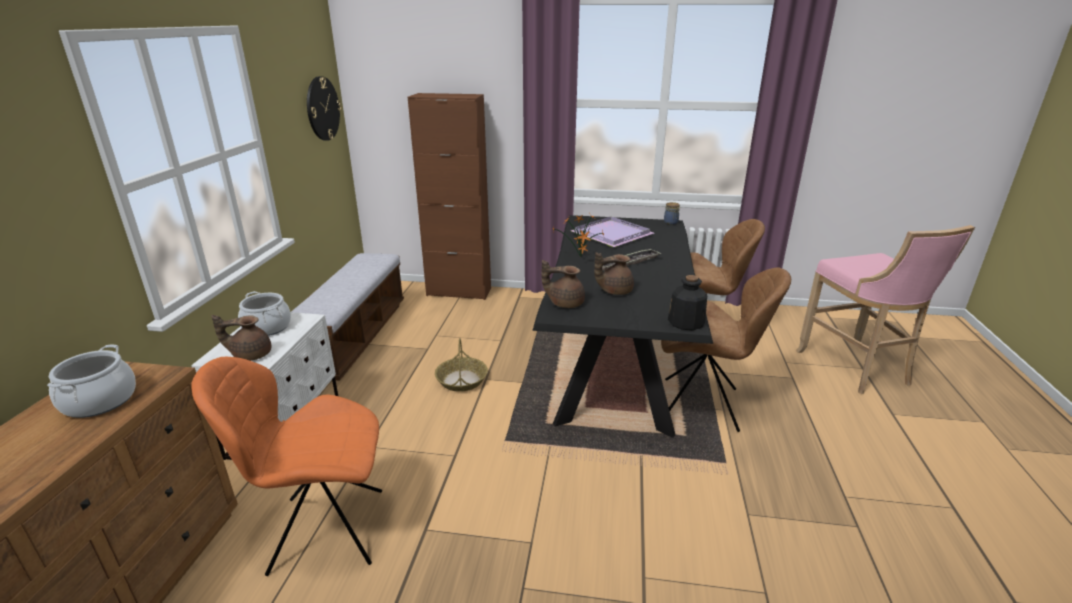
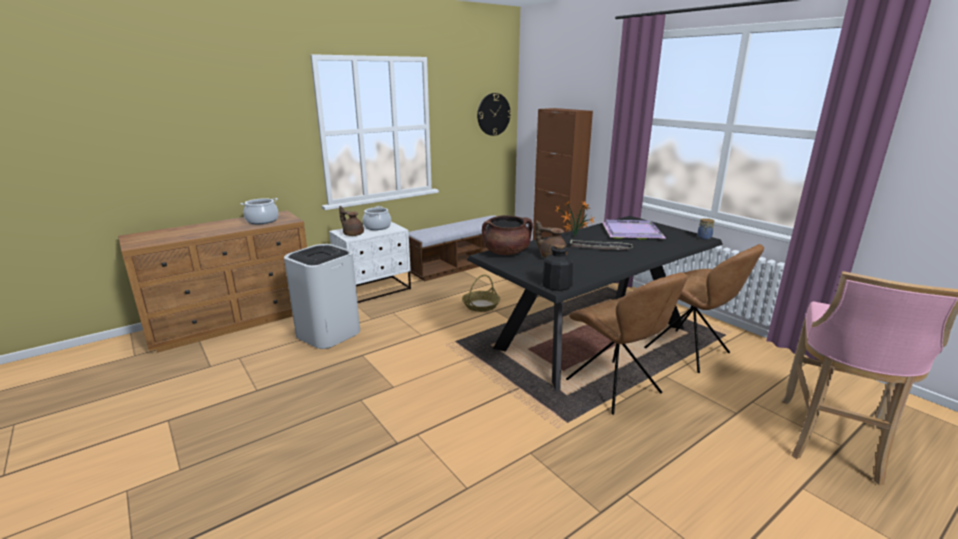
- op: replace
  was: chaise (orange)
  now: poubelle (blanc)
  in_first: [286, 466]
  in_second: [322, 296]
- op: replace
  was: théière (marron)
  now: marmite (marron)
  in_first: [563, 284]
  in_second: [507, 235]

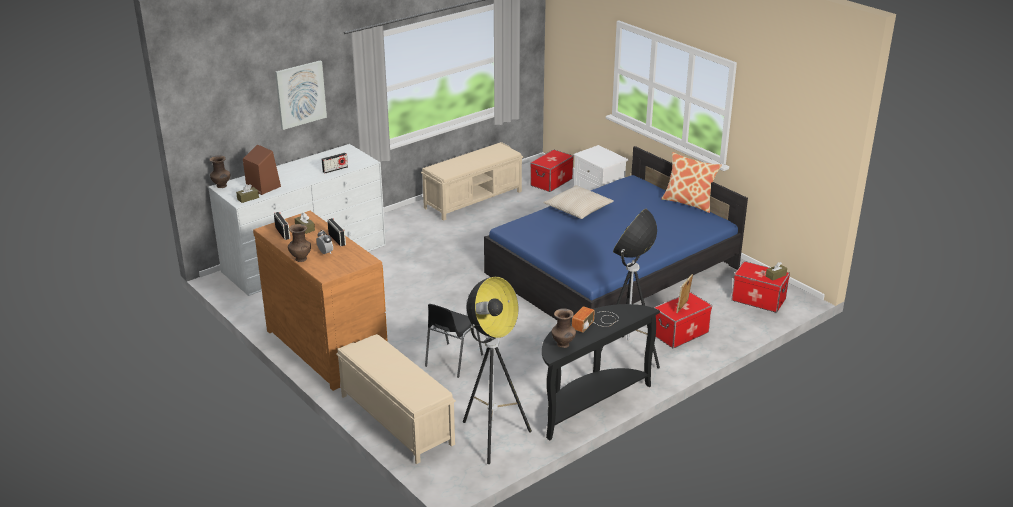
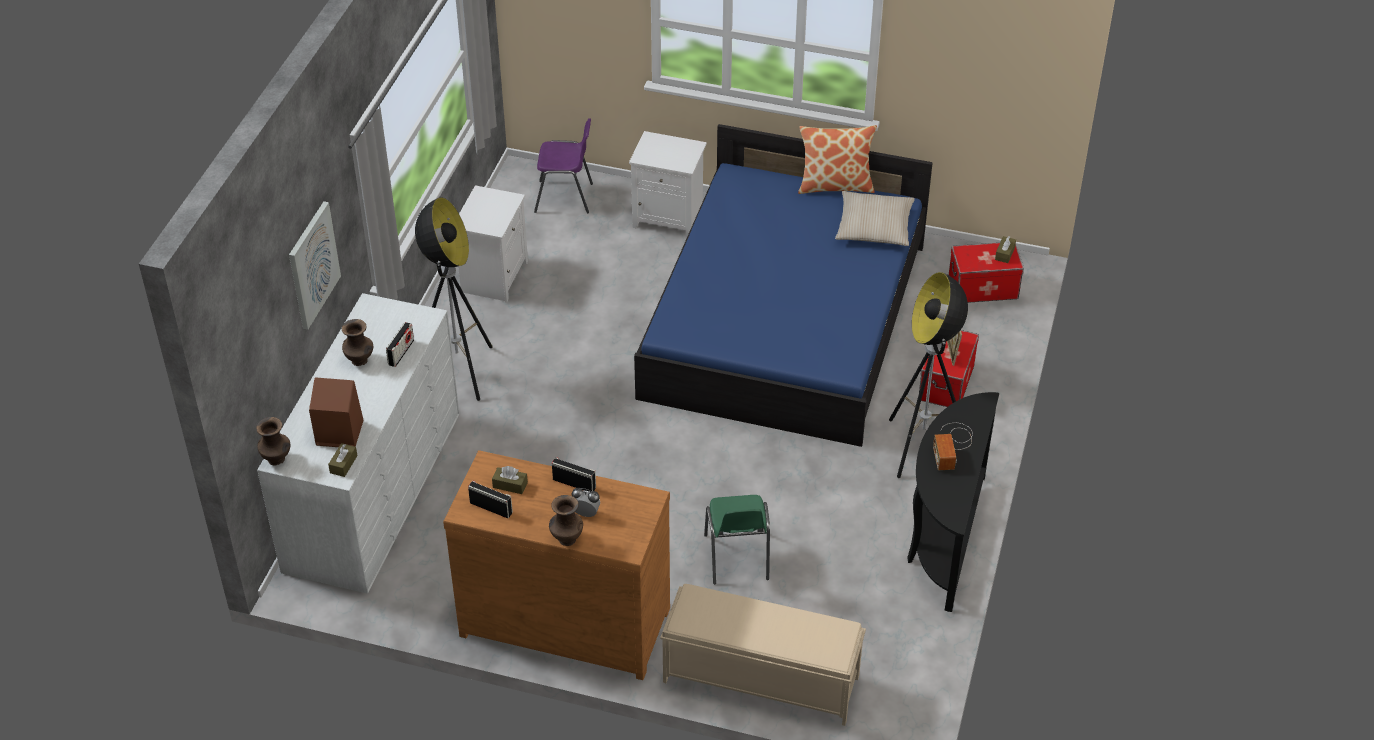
- op: move
  was: vase (marron)
  in_first: [564, 328]
  in_second: [357, 342]
- op: move
  was: lampadaire
  in_first: [497, 370]
  in_second: [454, 299]
- op: replace
  was: banc (beige)
  now: table de chevet (blanc)
  in_first: [472, 181]
  in_second: [493, 244]
- op: replace
  was: boîte de rangement
  now: chaise (violet)
  in_first: [552, 171]
  in_second: [563, 165]
- op: recolor
  was: chaise (noir)
  now: chaise (vert)
  in_first: [454, 341]
  in_second: [737, 539]
- op: move
  was: coussin (beige)
  in_first: [578, 202]
  in_second: [875, 218]

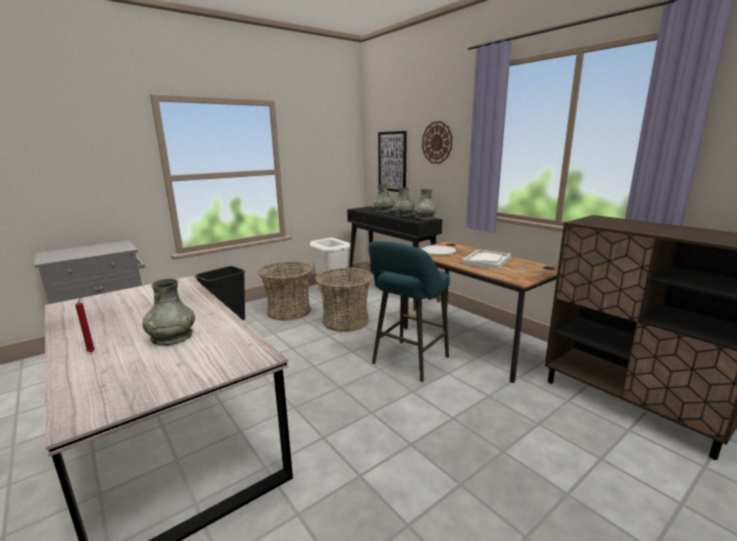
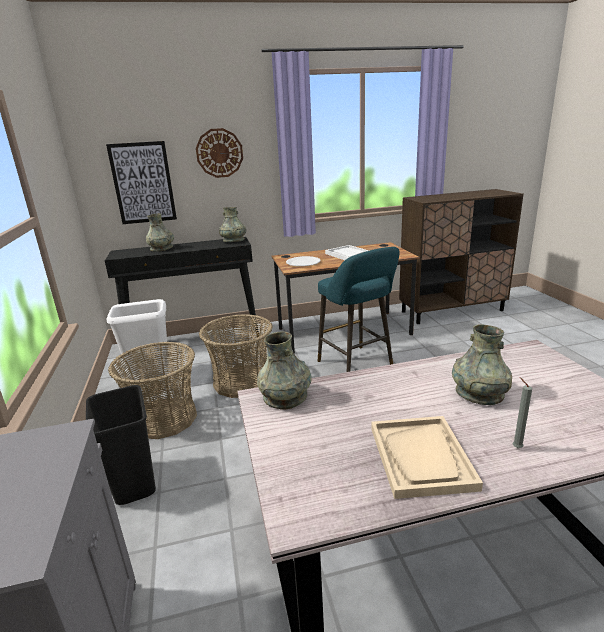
- op: move
  was: vase (gris)
  in_first: [404, 202]
  in_second: [284, 370]
- op: insert
  now: plateau (beige)
  in_second: [427, 457]
- op: recolor
  was: bougie (rouge)
  now: bougie (gris)
  in_first: [85, 324]
  in_second: [522, 412]

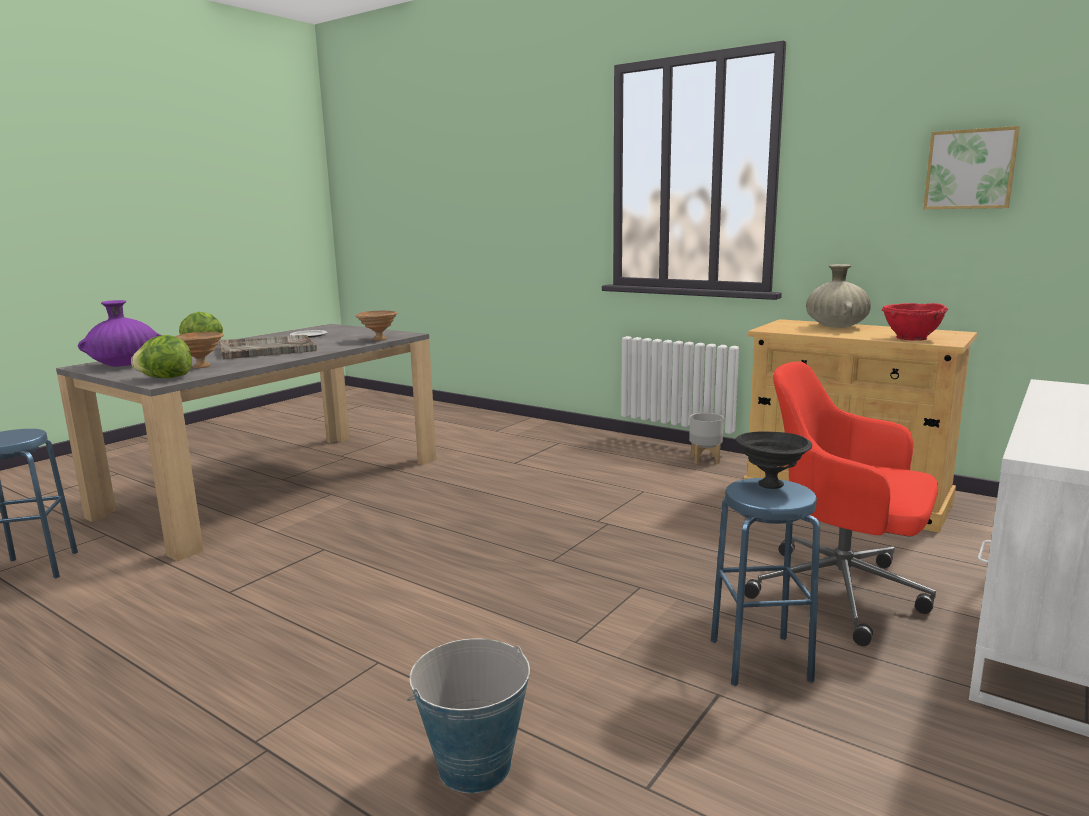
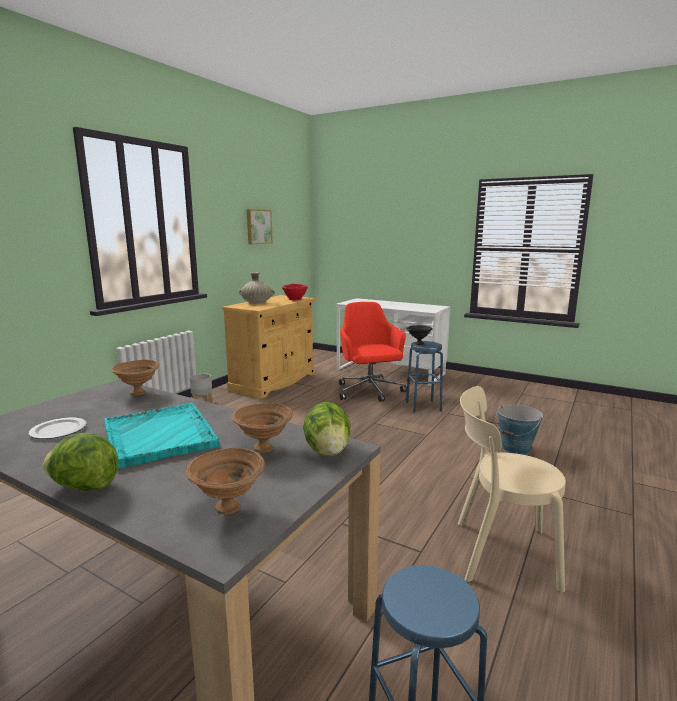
- op: recolor
  was: plateau (gris)
  now: plateau (turquoise)
  in_first: [268, 347]
  in_second: [162, 436]
- op: replace
  was: vase (violet)
  now: bol (marron)
  in_first: [119, 333]
  in_second: [225, 481]
- op: rotate
  was: chaise de bureau (rouge)
  in_first: [841, 504]
  in_second: [373, 352]
  clockwise: 135
- op: insert
  now: chaise (beige)
  in_second: [512, 489]

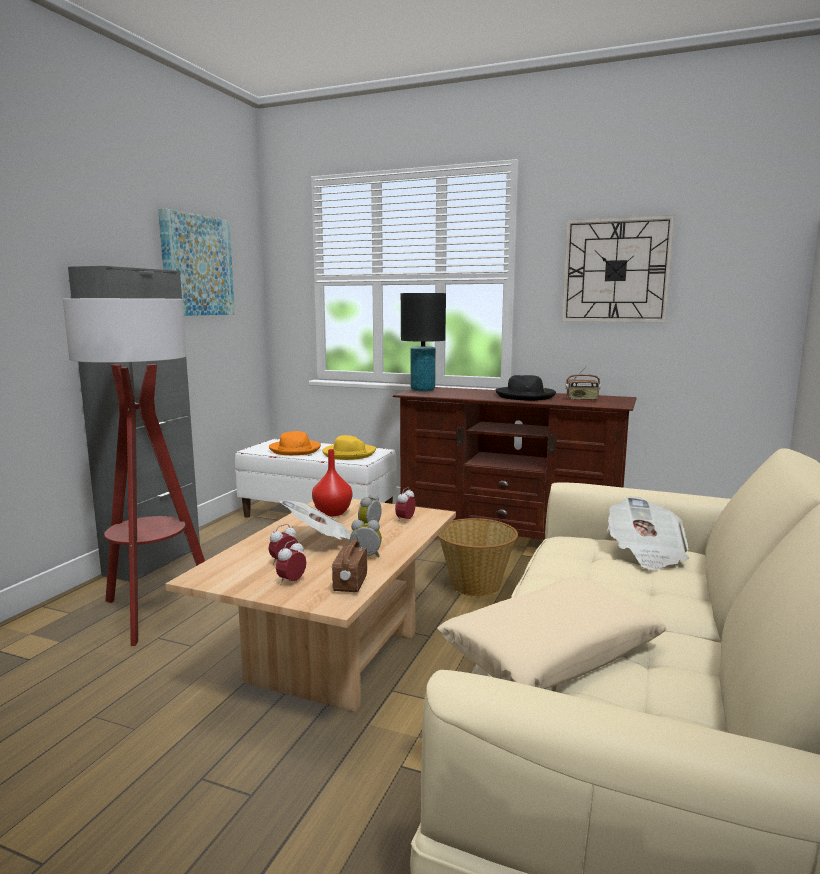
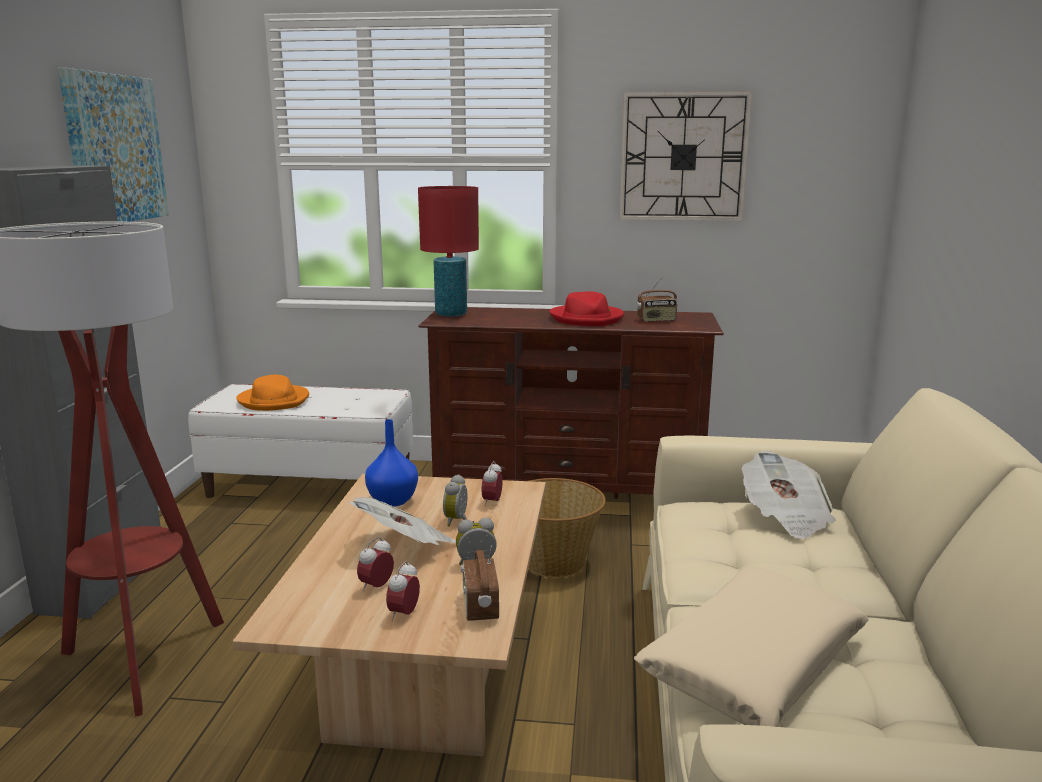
- op: recolor
  was: vase (rouge)
  now: vase (bleu)
  in_first: [332, 482]
  in_second: [391, 463]
- op: recolor
  was: lampe de table (noir)
  now: lampe de table (rouge)
  in_first: [423, 342]
  in_second: [448, 251]
- op: recolor
  was: chapeau (noir)
  now: chapeau (rouge)
  in_first: [525, 388]
  in_second: [586, 308]
- op: delete
  was: chapeau (jaune)
  in_first: [349, 447]

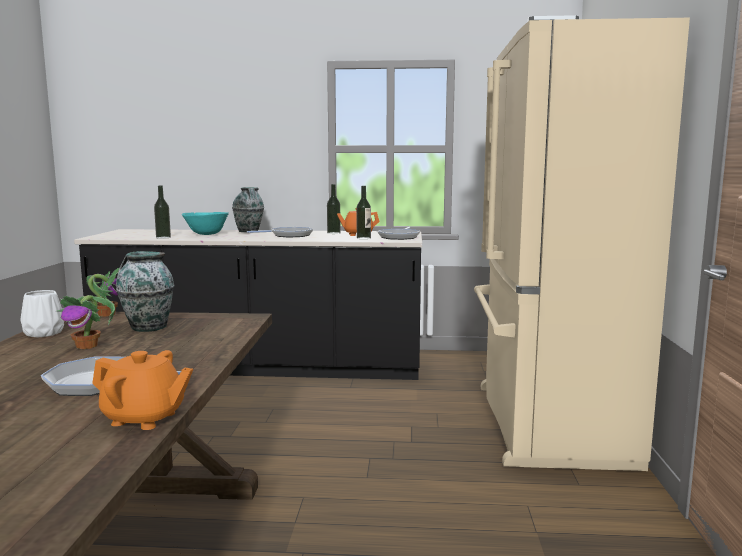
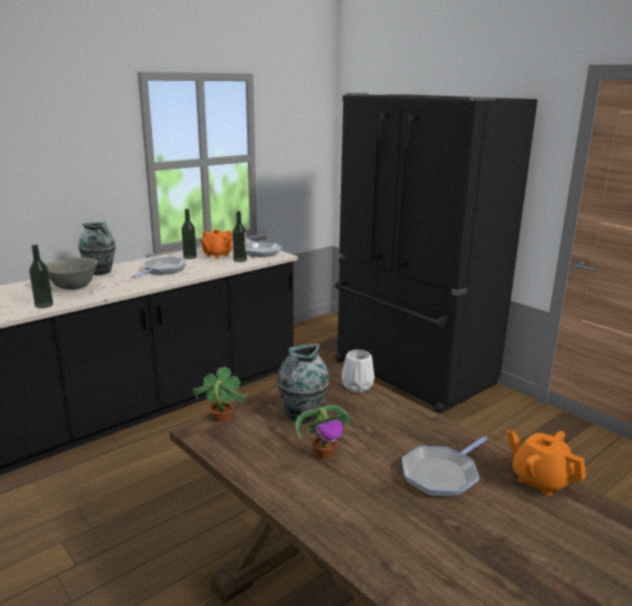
- op: recolor
  was: bol (turquoise)
  now: bol (gris)
  in_first: [205, 223]
  in_second: [71, 273]
- op: recolor
  was: réfrigérateur (beige)
  now: réfrigérateur (noir)
  in_first: [582, 243]
  in_second: [436, 253]
- op: move
  was: vase (blanc)
  in_first: [42, 313]
  in_second: [358, 371]
- op: rotate
  was: théière (orange)
  in_first: [142, 390]
  in_second: [546, 463]
  clockwise: -105

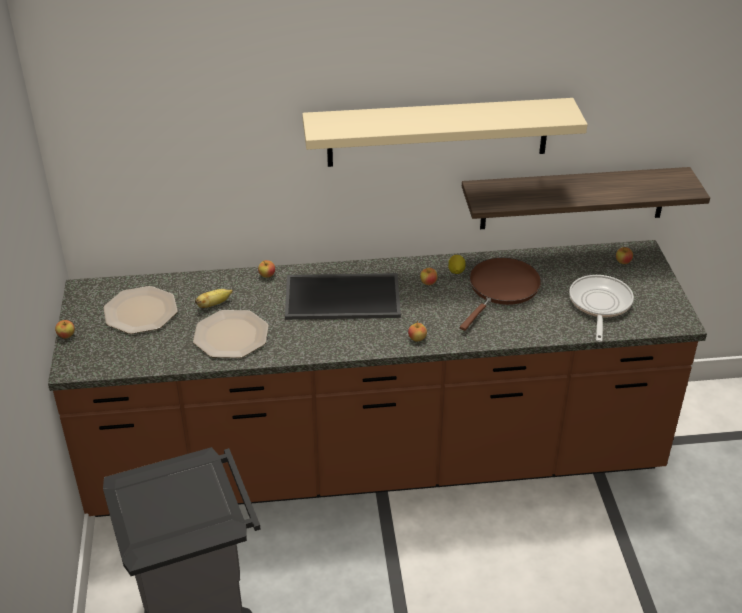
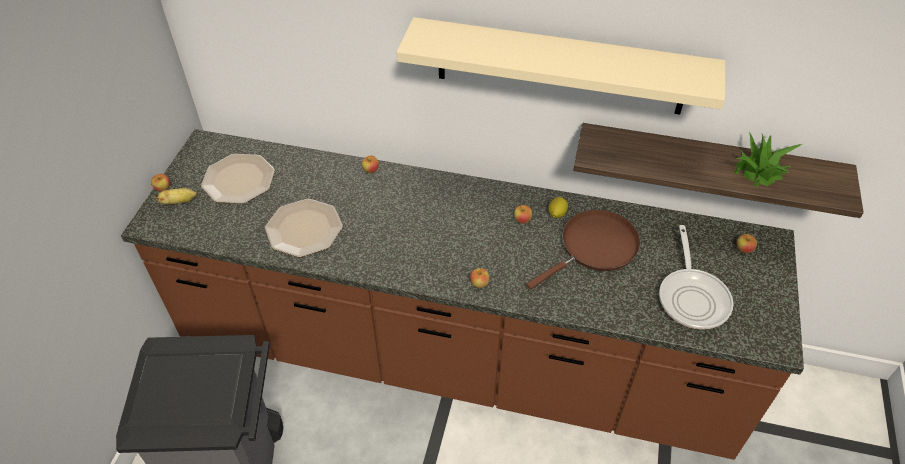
- op: move
  was: banane
  in_first: [214, 298]
  in_second: [175, 196]
- op: rotate
  was: poêle
  in_first: [601, 308]
  in_second: [696, 277]
  clockwise: 150
- op: insert
  now: plante en pot
  in_second: [768, 159]
- op: delete
  was: plateau
  in_first: [343, 296]

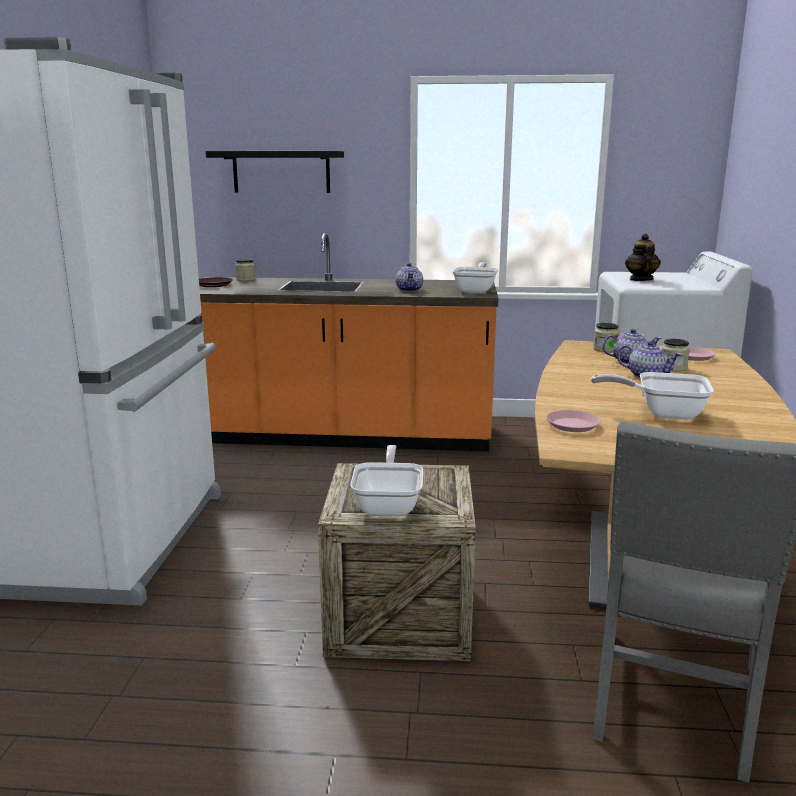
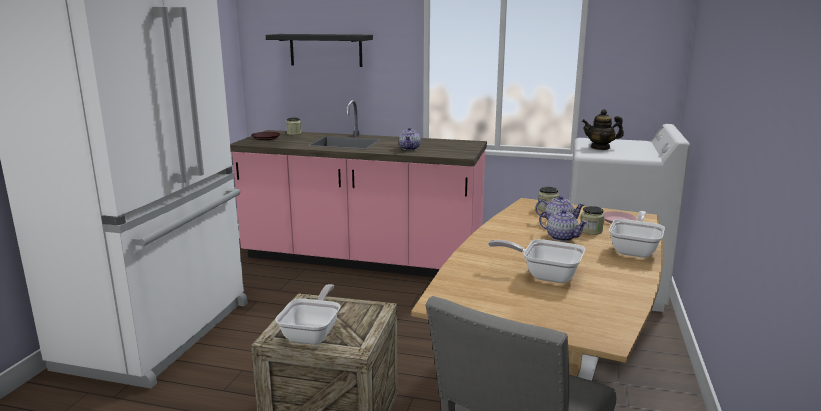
- op: recolor
  was: comptoir de cuisine (orange)
  now: comptoir de cuisine (rose)
  in_first: [348, 342]
  in_second: [358, 188]
- op: rotate
  was: théière
  in_first: [643, 257]
  in_second: [603, 129]
  clockwise: -105
- op: move
  was: poêle
  in_first: [475, 277]
  in_second: [637, 234]
- op: delete
  was: assiette (rose)
  in_first: [573, 421]

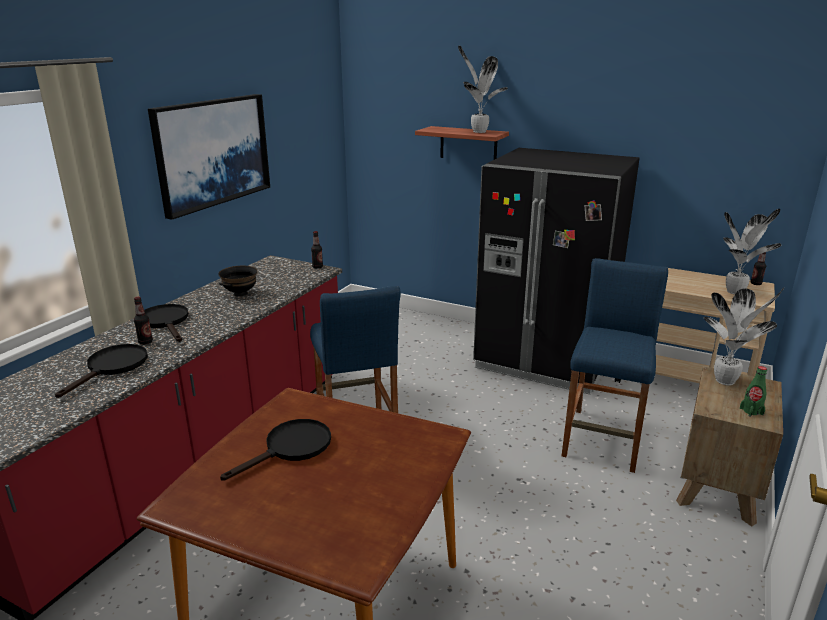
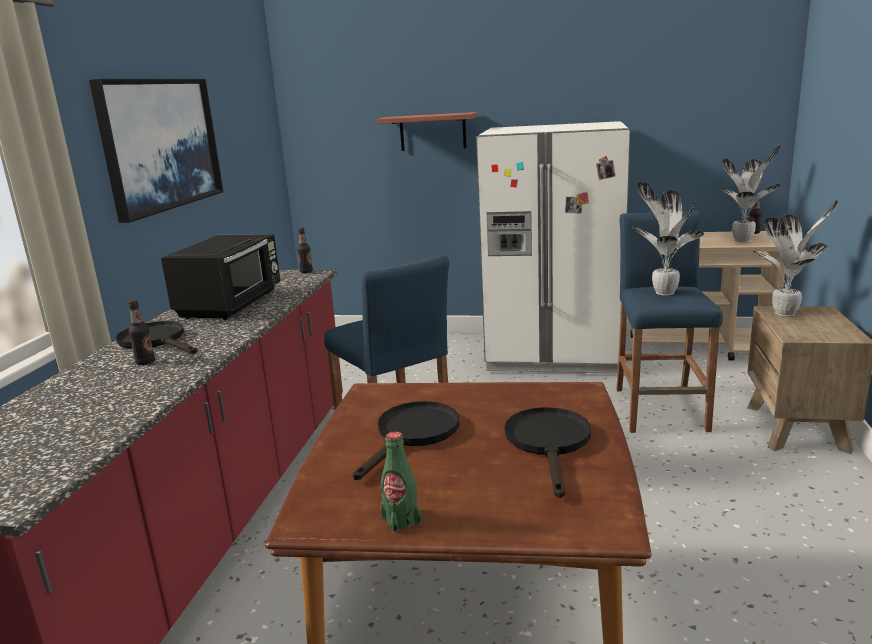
- op: replace
  was: bol (noir)
  now: micro-ondes (noir)
  in_first: [238, 281]
  in_second: [220, 277]
- op: move
  was: bouteille (vert)
  in_first: [753, 391]
  in_second: [401, 482]
- op: recolor
  was: réfrigérateur (noir)
  now: réfrigérateur (blanc)
  in_first: [556, 271]
  in_second: [553, 247]
- op: move
  was: poêle (noir)
  in_first: [101, 371]
  in_second: [548, 452]
- op: move
  was: plante en pot
  in_first: [483, 89]
  in_second: [668, 239]

